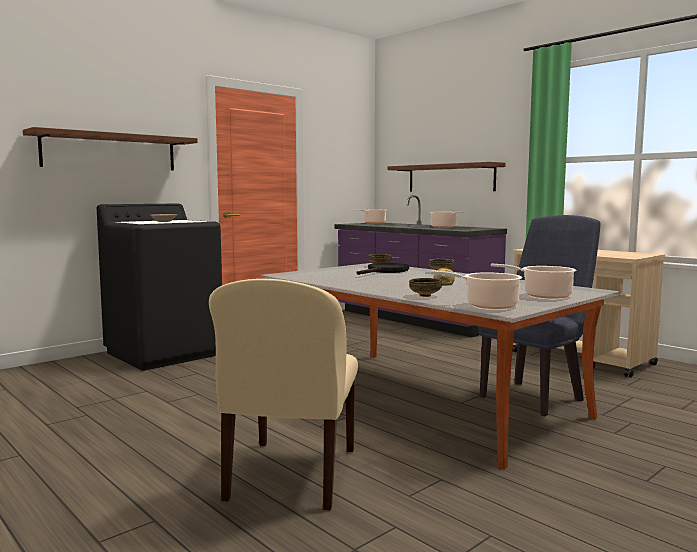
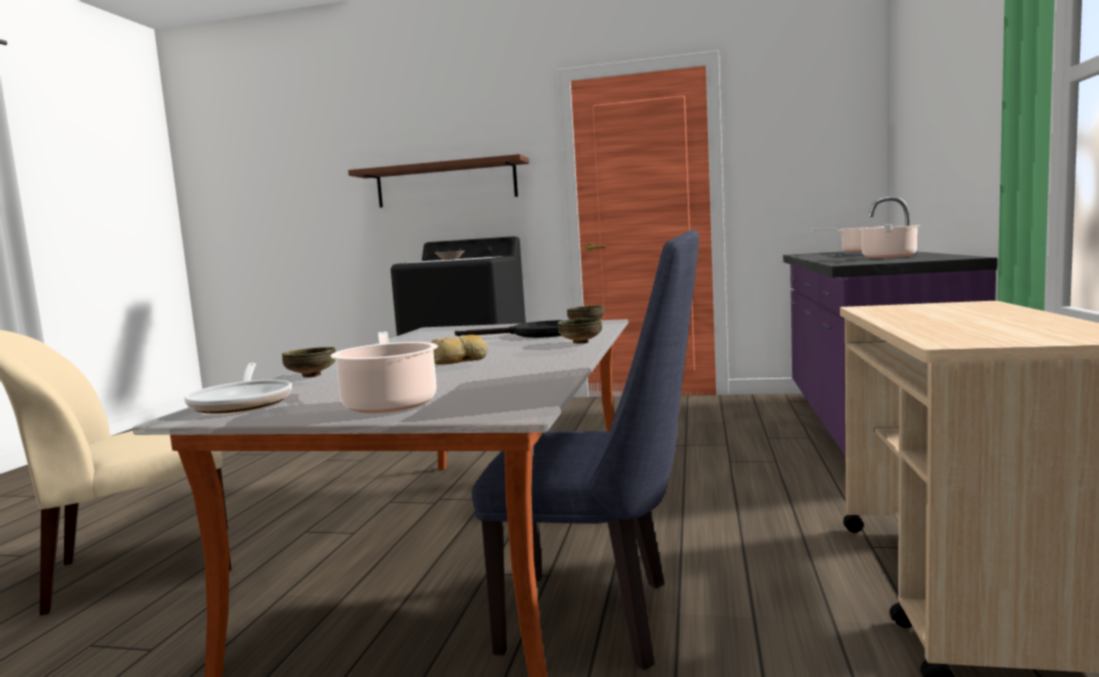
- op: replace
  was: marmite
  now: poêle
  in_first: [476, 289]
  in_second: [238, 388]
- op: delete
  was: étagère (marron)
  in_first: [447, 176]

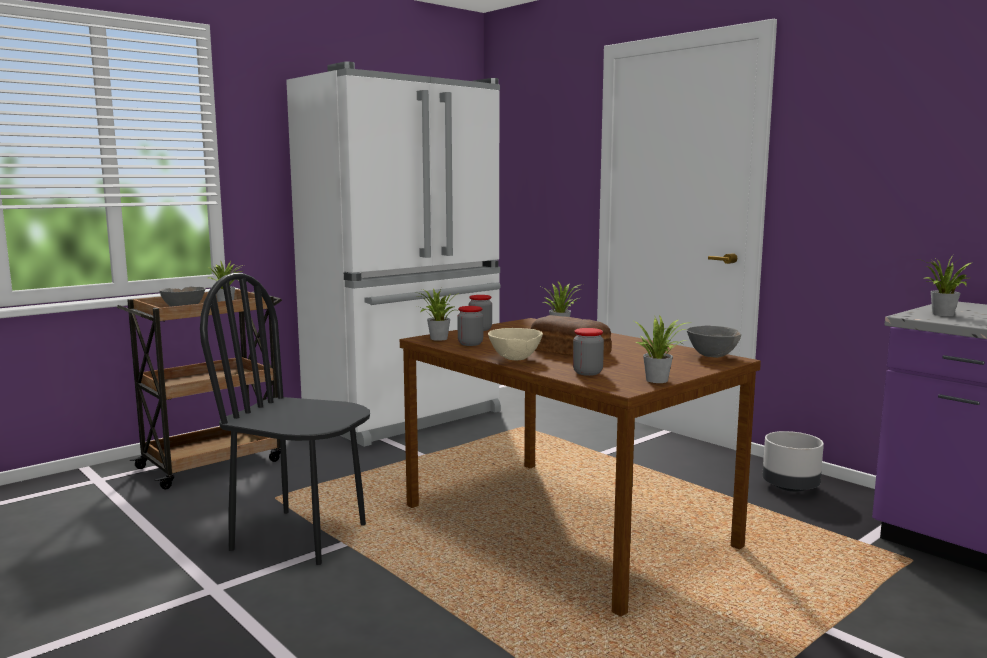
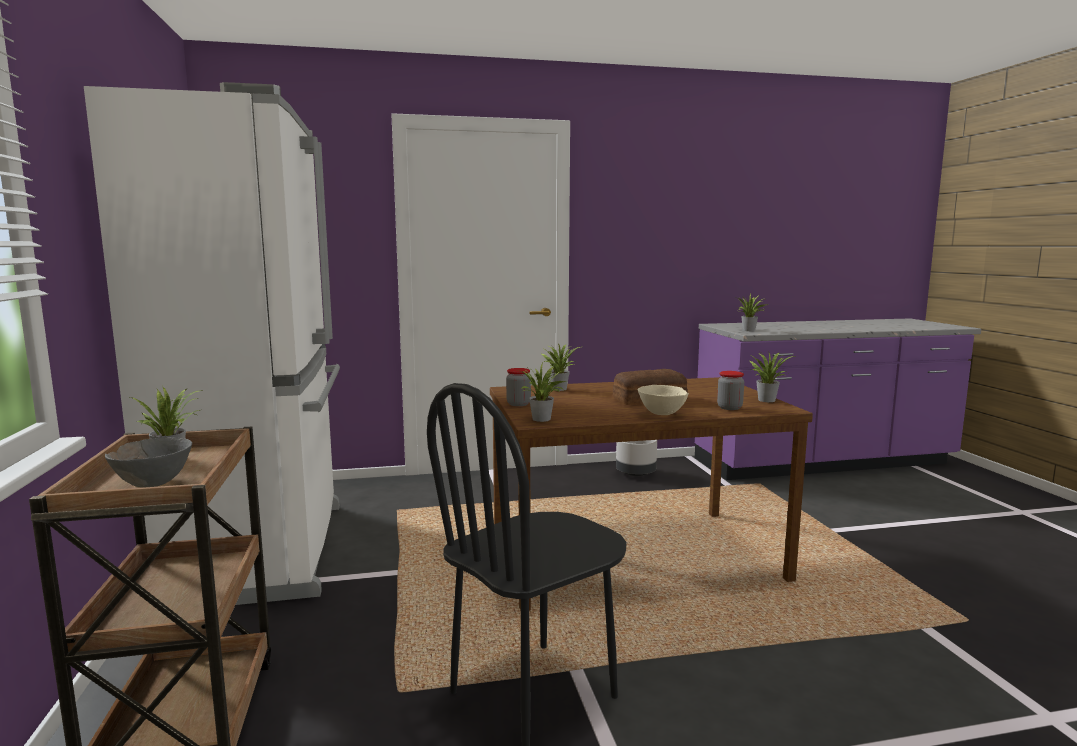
- op: delete
  was: bocal
  in_first: [470, 326]
- op: delete
  was: bol (gris)
  in_first: [714, 342]

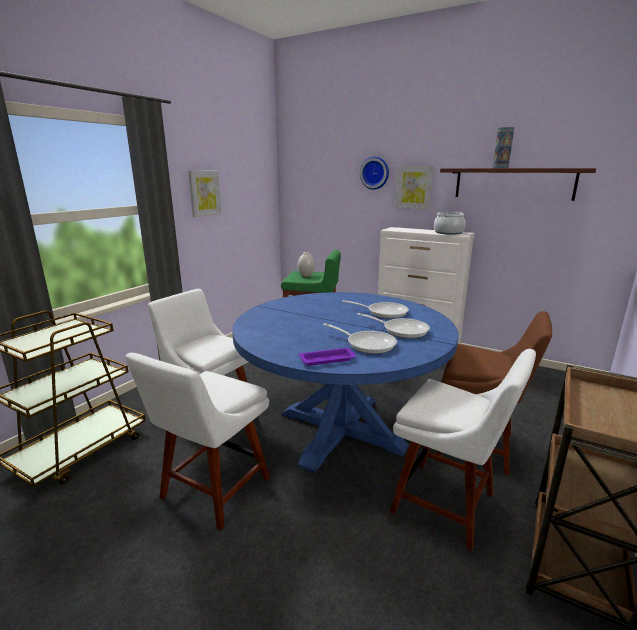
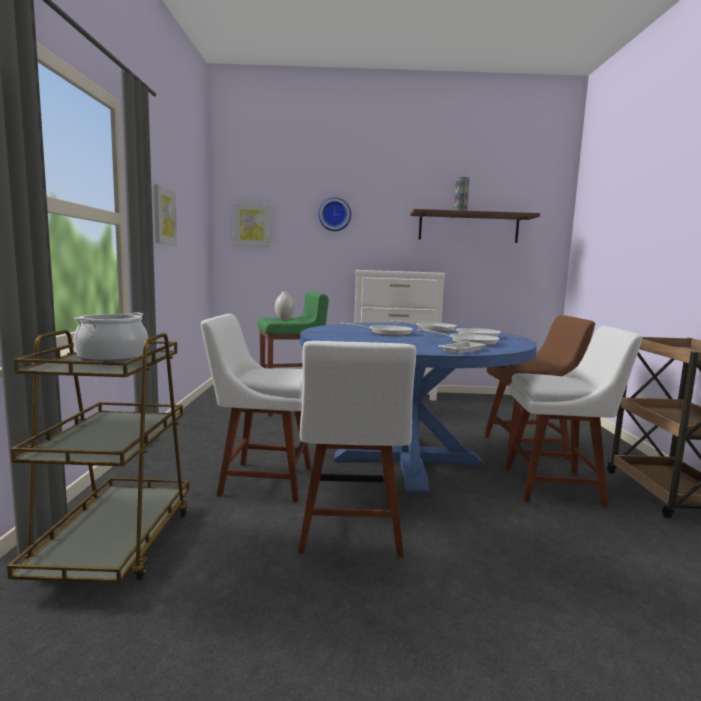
- op: move
  was: marmite
  in_first: [449, 223]
  in_second: [110, 337]
- op: move
  was: tableau
  in_first: [414, 188]
  in_second: [251, 225]
- op: insert
  now: poêle
  in_second: [376, 329]
- op: recolor
  was: plateau (violet)
  now: plateau (blanc)
  in_first: [327, 357]
  in_second: [462, 348]

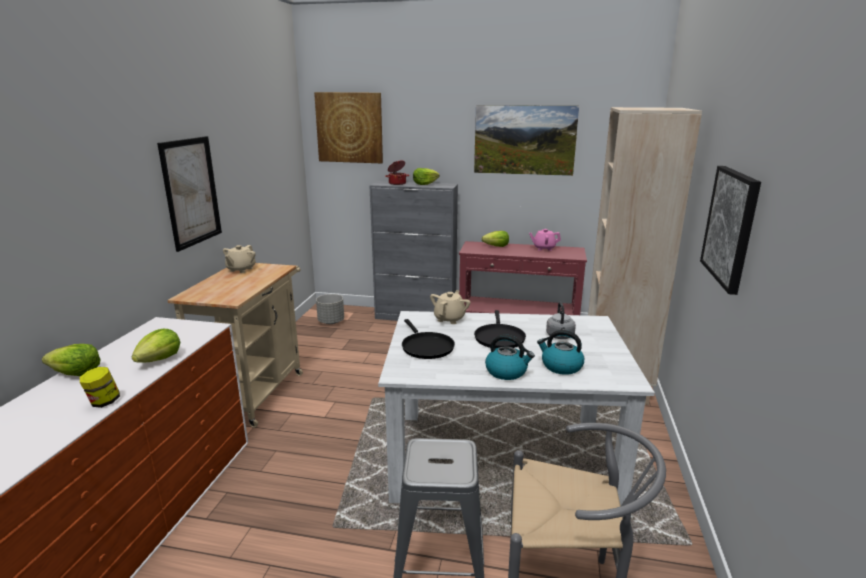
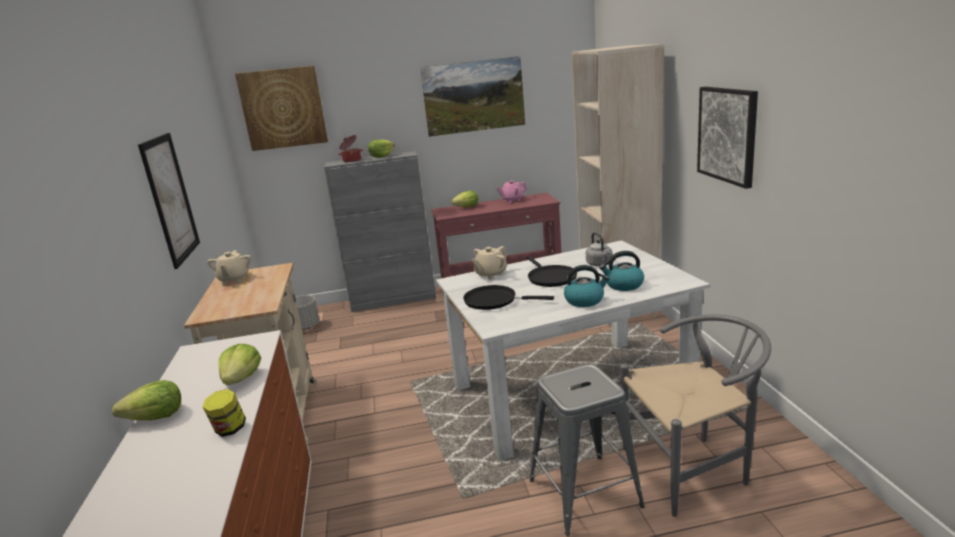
- op: rotate
  was: poêle (noir)
  in_first: [428, 339]
  in_second: [508, 297]
  clockwise: 150
- op: rotate
  was: théière (beige)
  in_first: [450, 307]
  in_second: [489, 262]
  clockwise: -135

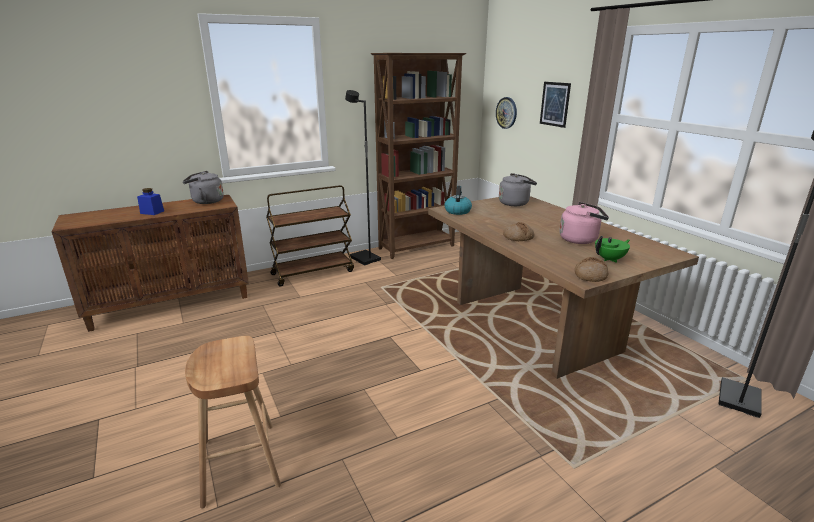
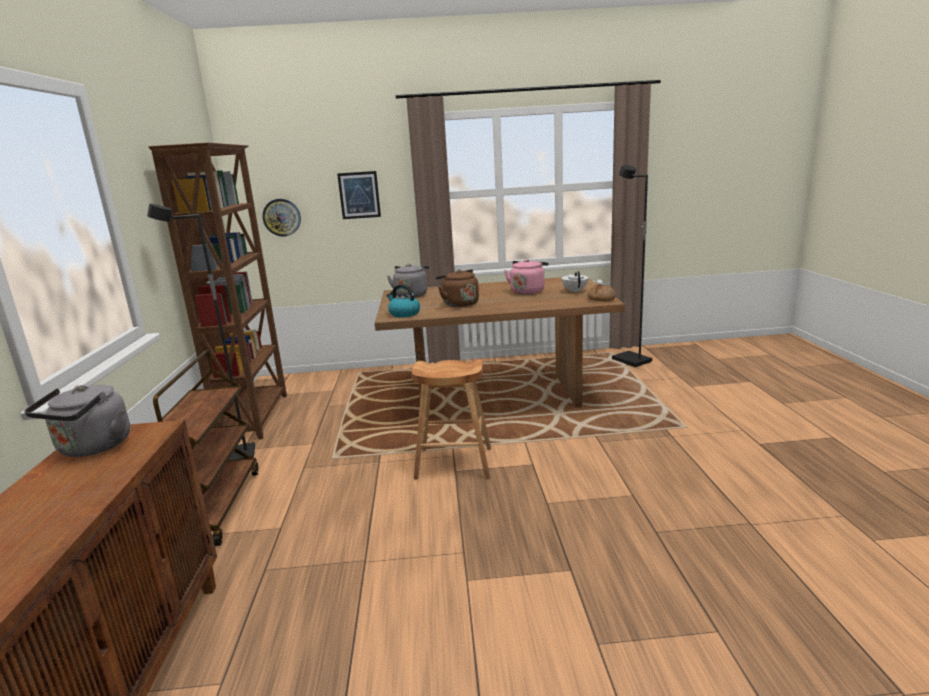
- op: move
  was: tabouret (marron)
  in_first: [233, 422]
  in_second: [451, 419]
- op: insert
  now: bouilloire (marron)
  in_second: [457, 288]
- op: recolor
  was: théière (vert)
  now: théière (blanc)
  in_first: [612, 249]
  in_second: [575, 282]
- op: delete
  was: bocal (bleu)
  in_first: [150, 201]
- op: delete
  was: pain
  in_first: [519, 231]

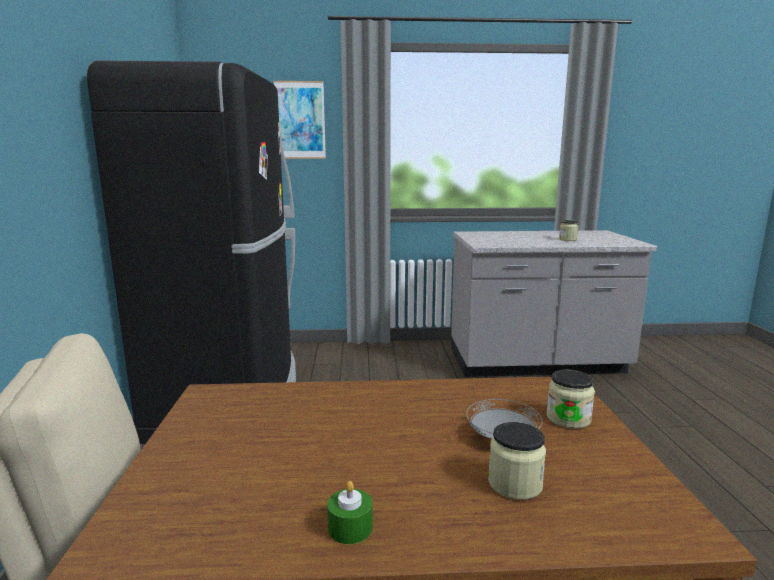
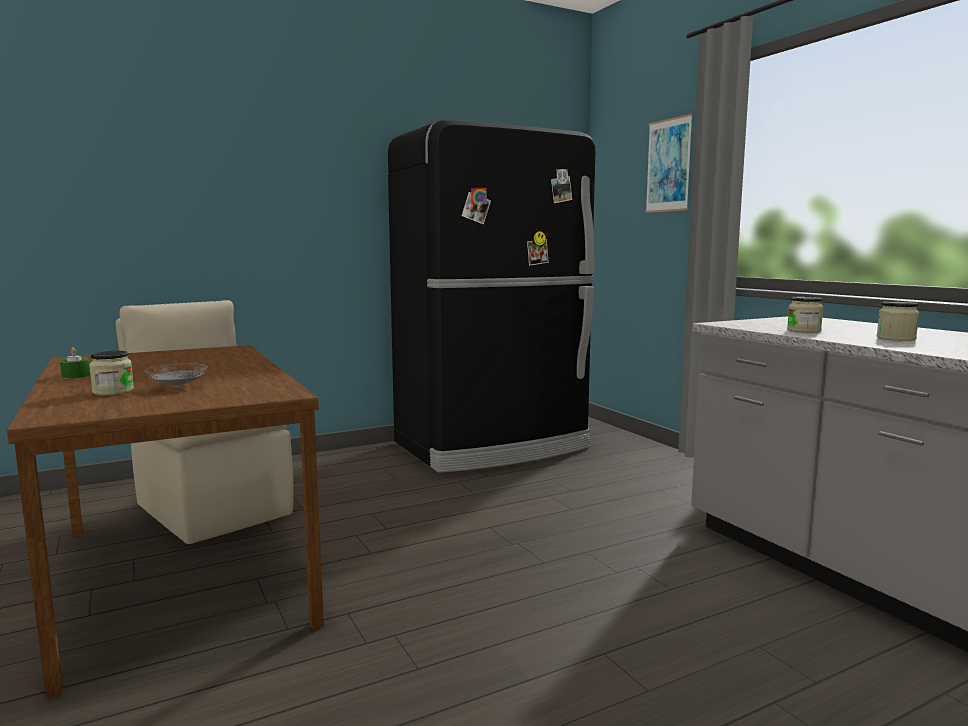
- op: move
  was: bocal
  in_first: [570, 399]
  in_second: [805, 315]

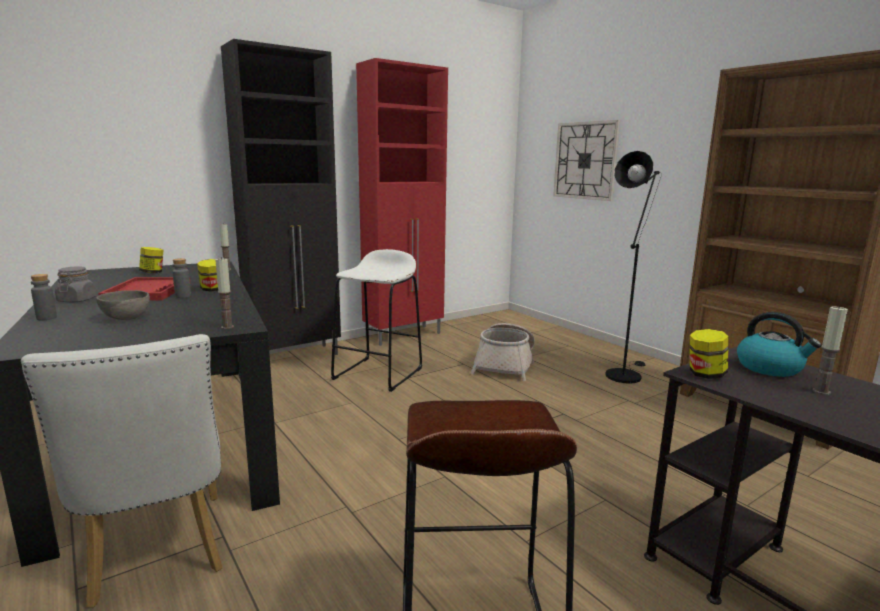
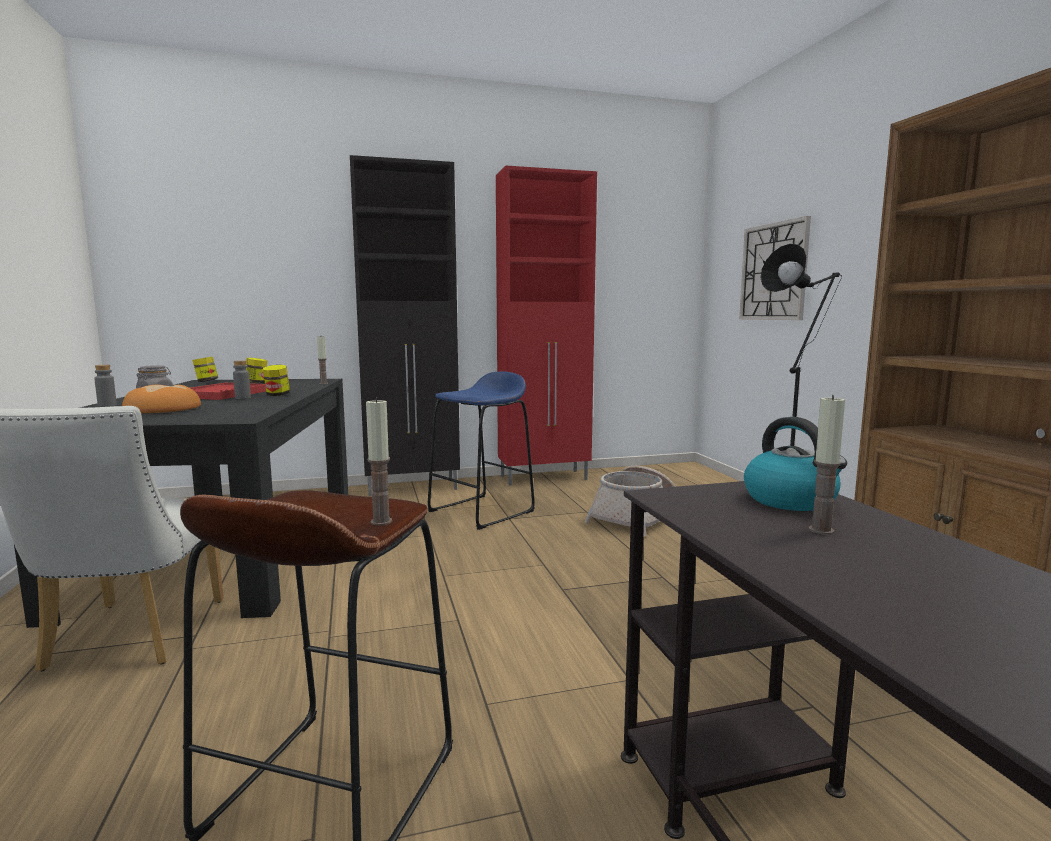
- op: replace
  was: bol (gris)
  now: pain
  in_first: [123, 305]
  in_second: [161, 399]
- op: move
  was: bocal
  in_first: [709, 354]
  in_second: [205, 369]
- op: move
  was: bougie
  in_first: [224, 293]
  in_second: [379, 462]
- op: recolor
  was: tabouret (blanc)
  now: tabouret (bleu)
  in_first: [376, 320]
  in_second: [481, 451]

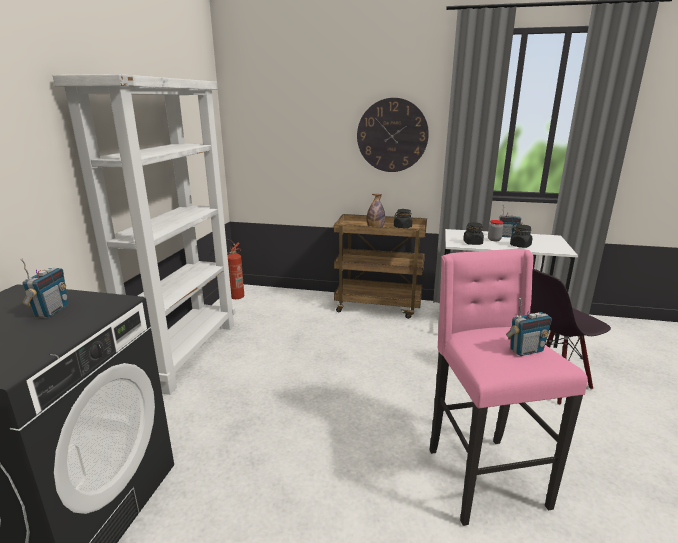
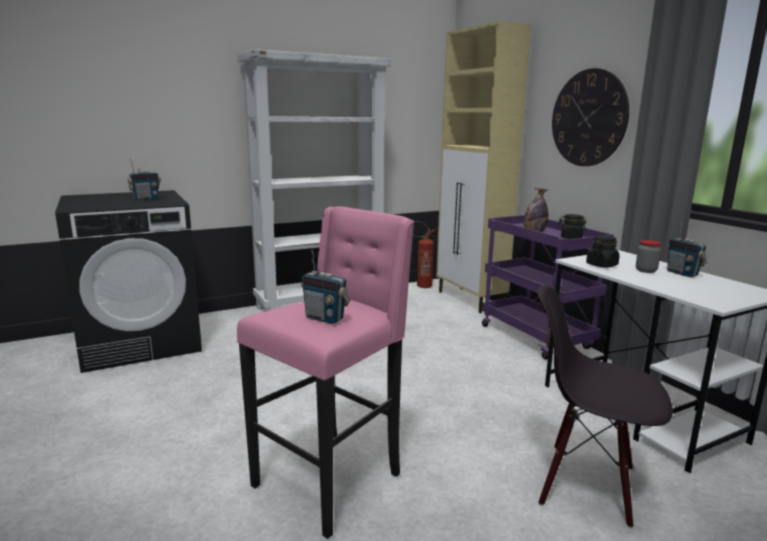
- op: insert
  now: meuble de rangement (beige)
  in_second: [483, 167]
- op: recolor
  was: chariot (marron)
  now: chariot (violet)
  in_first: [380, 266]
  in_second: [548, 287]
- op: delete
  was: bocal (noir)
  in_first: [521, 236]

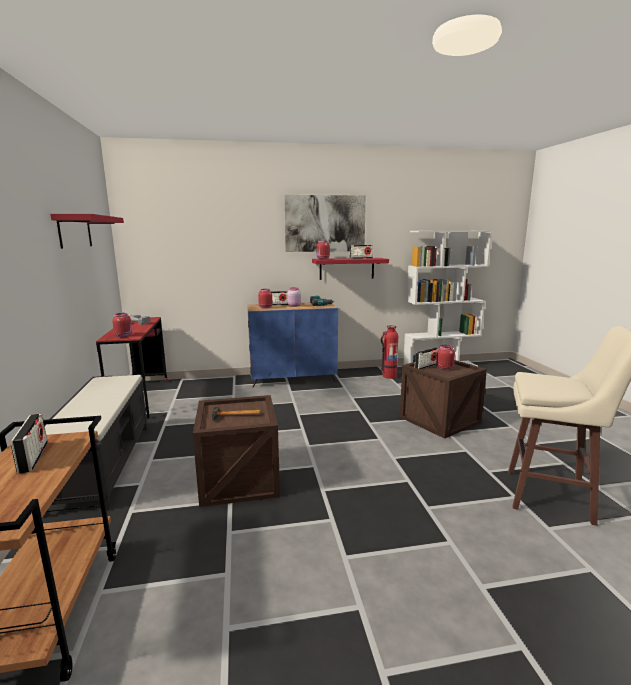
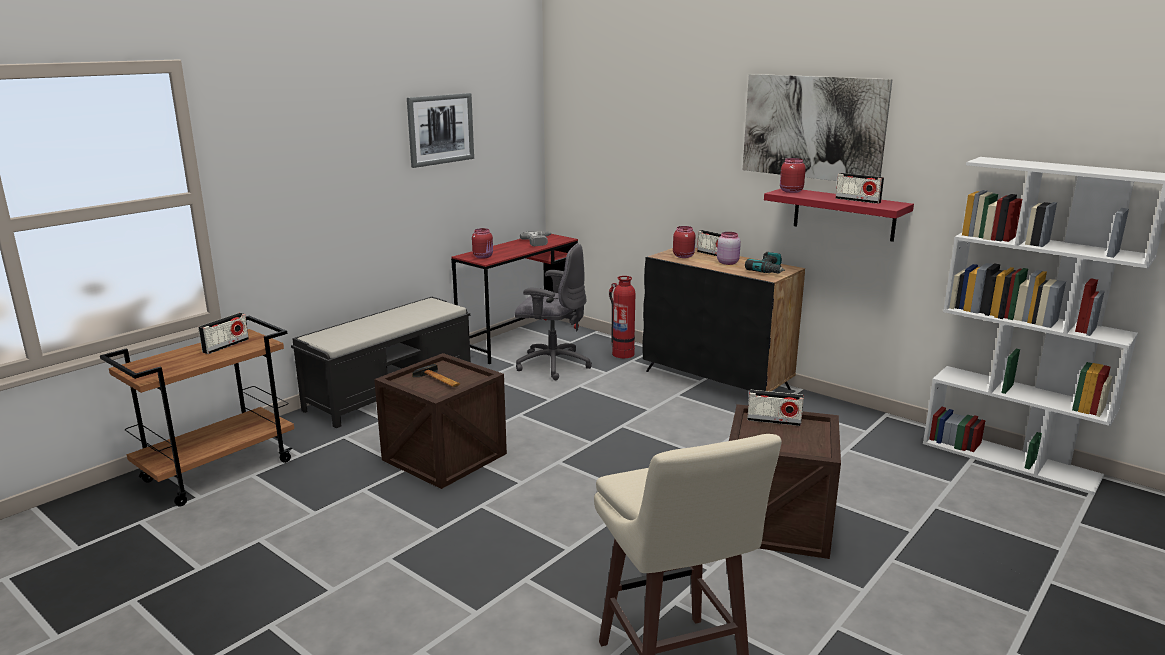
- op: replace
  was: étagère (rouge)
  now: tableau
  in_first: [87, 231]
  in_second: [440, 130]
- op: insert
  now: chaise de bureau (gris)
  in_second: [553, 311]
- op: move
  was: extincteur
  in_first: [389, 352]
  in_second: [622, 317]
- op: recolor
  was: meuble de rangement (bleu)
  now: meuble de rangement (noir)
  in_first: [292, 345]
  in_second: [723, 319]
- op: delete
  was: bocal (rouge)
  in_first: [445, 357]

